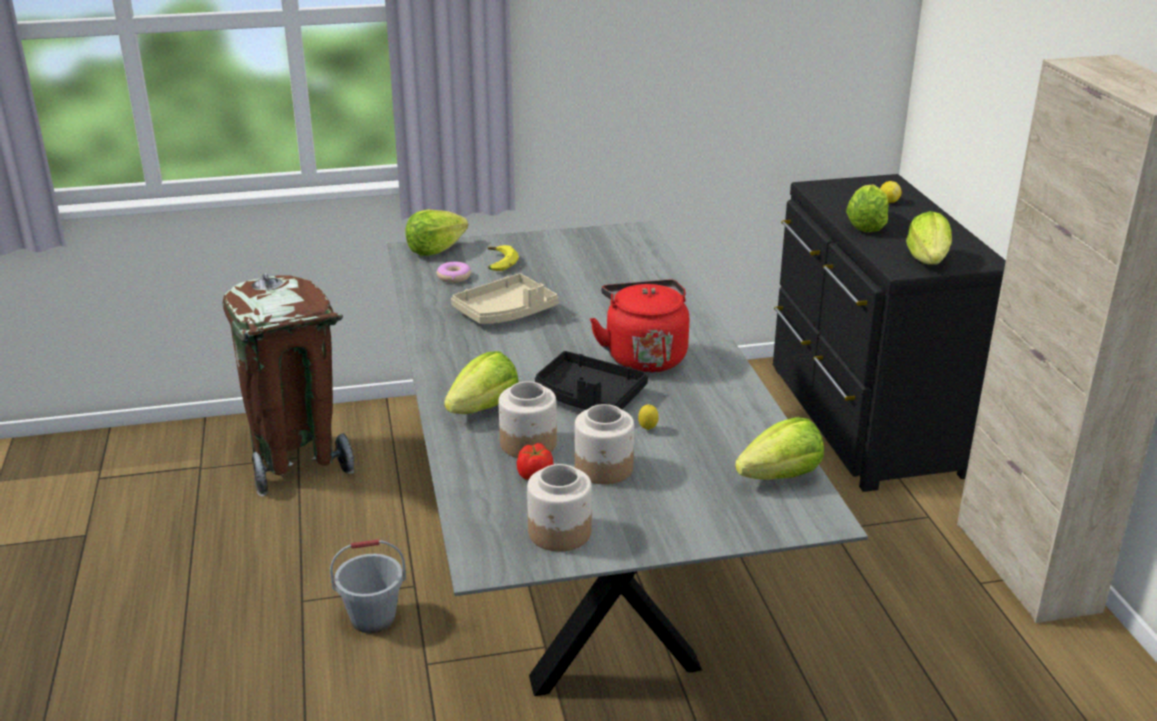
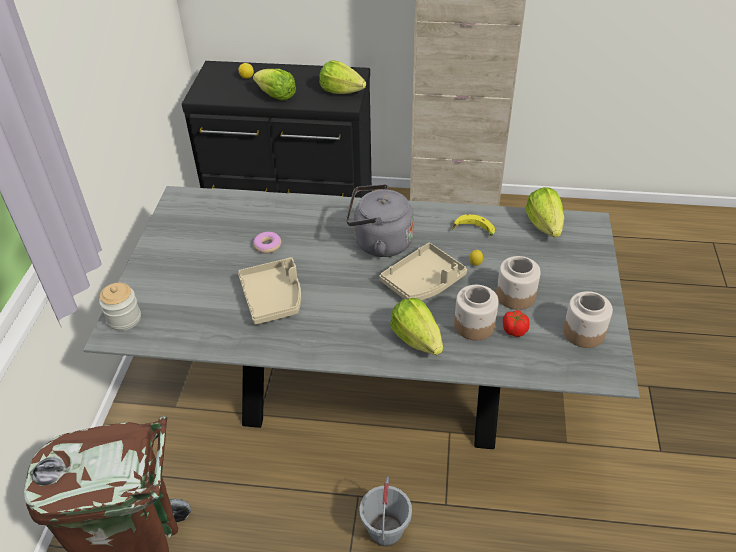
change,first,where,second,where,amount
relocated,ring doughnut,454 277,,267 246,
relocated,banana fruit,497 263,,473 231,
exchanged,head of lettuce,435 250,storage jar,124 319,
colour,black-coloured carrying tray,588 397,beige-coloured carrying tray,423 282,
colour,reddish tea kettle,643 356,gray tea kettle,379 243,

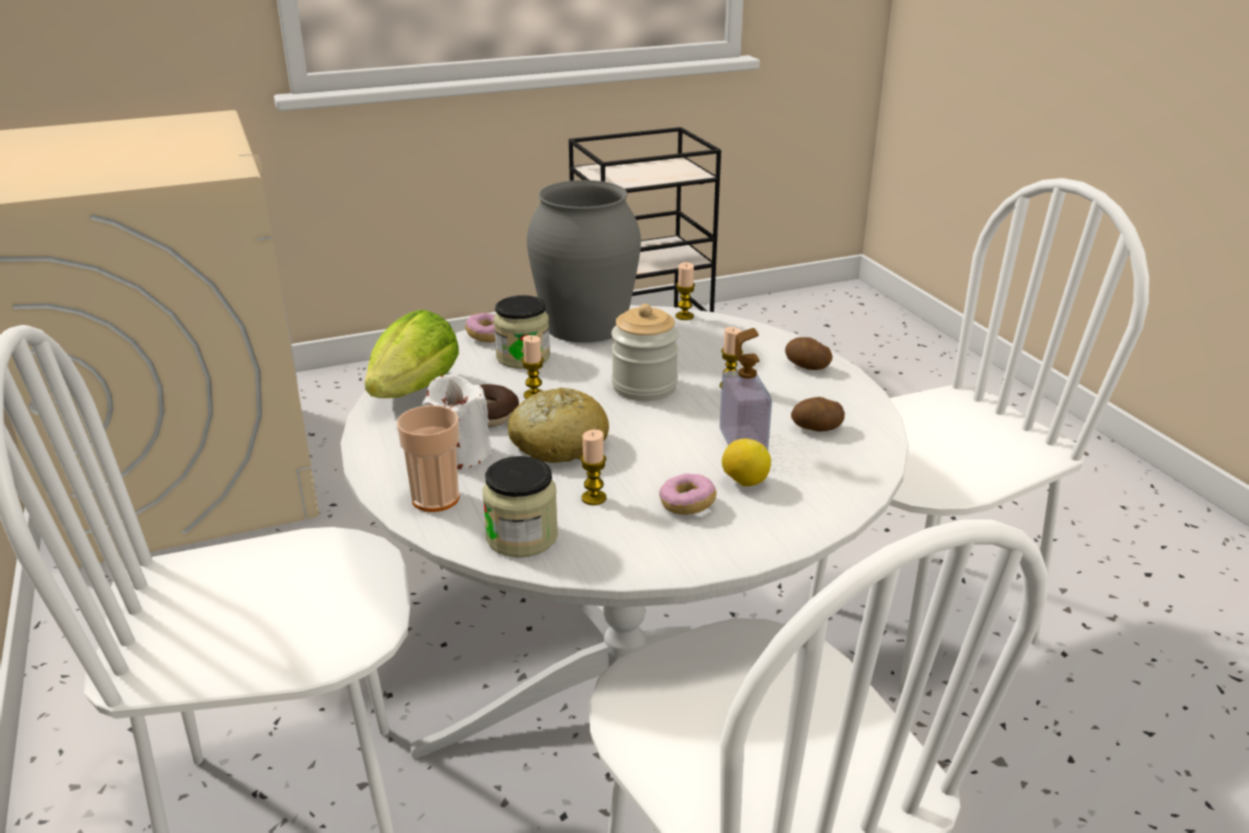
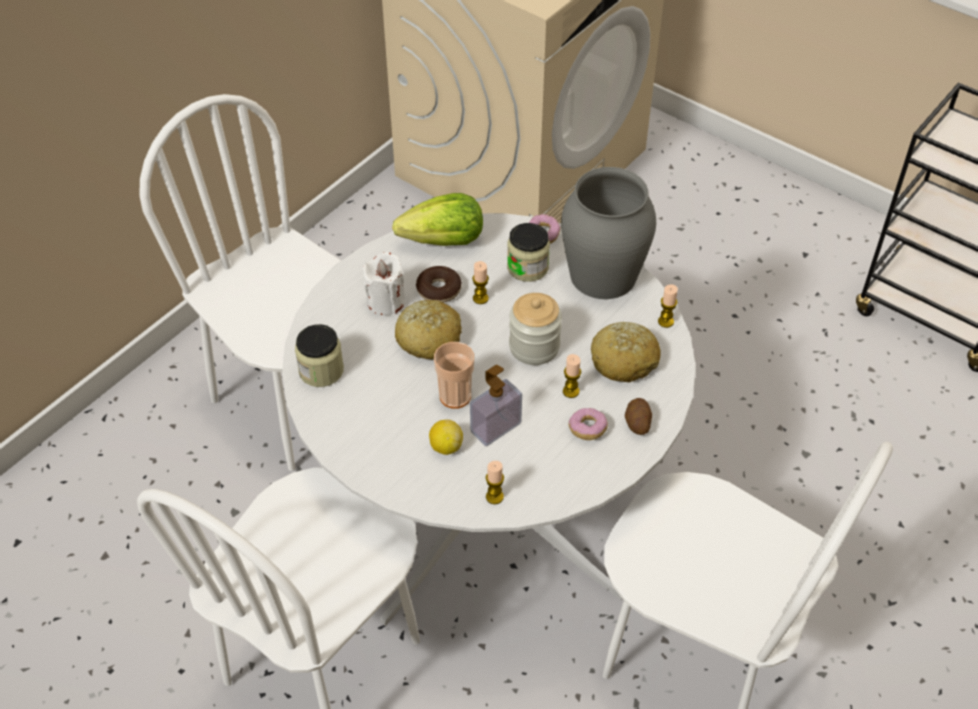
change,first,where,second,where,amount
missing,whole potato,817 428,,,
appeared,,,baked bread,624 360,
relocated,cup,435 498,,455 396,
relocated,candle,594 498,,494 496,
relocated,ring doughnut,687 505,,587 429,

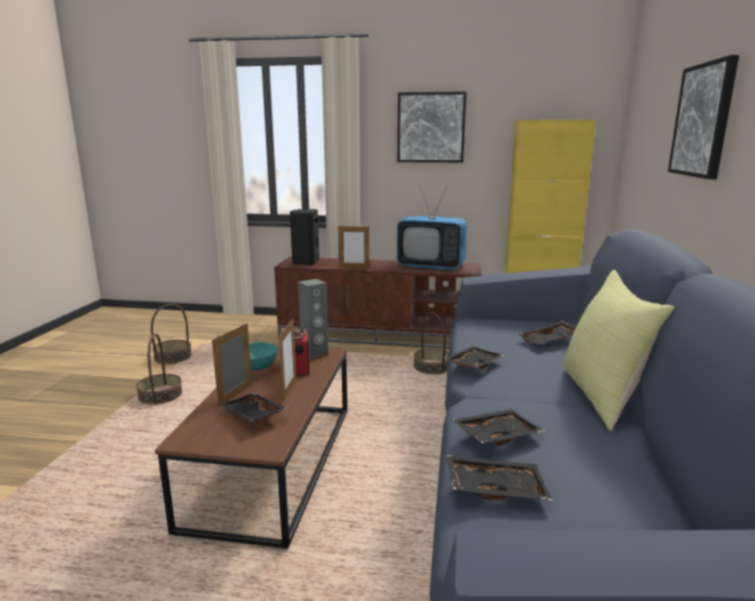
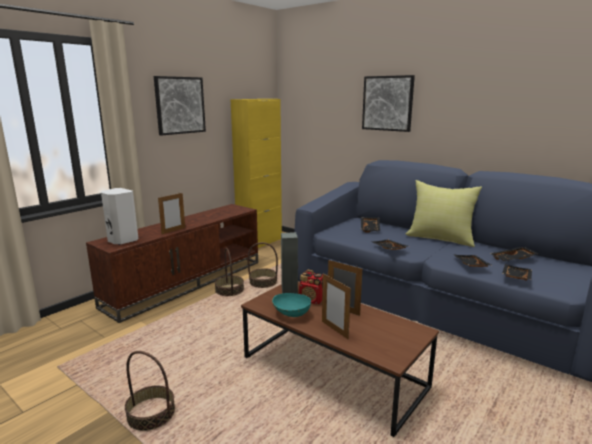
change,first,where,second,where,amount
missing,television,431 266,,,
relocated,basket,173 357,,229 290,
relocated,black-coloured carrying tray,251 415,,513 259,
colour,black-coloured loudspeaker,305 262,whitish loudspeaker,122 240,

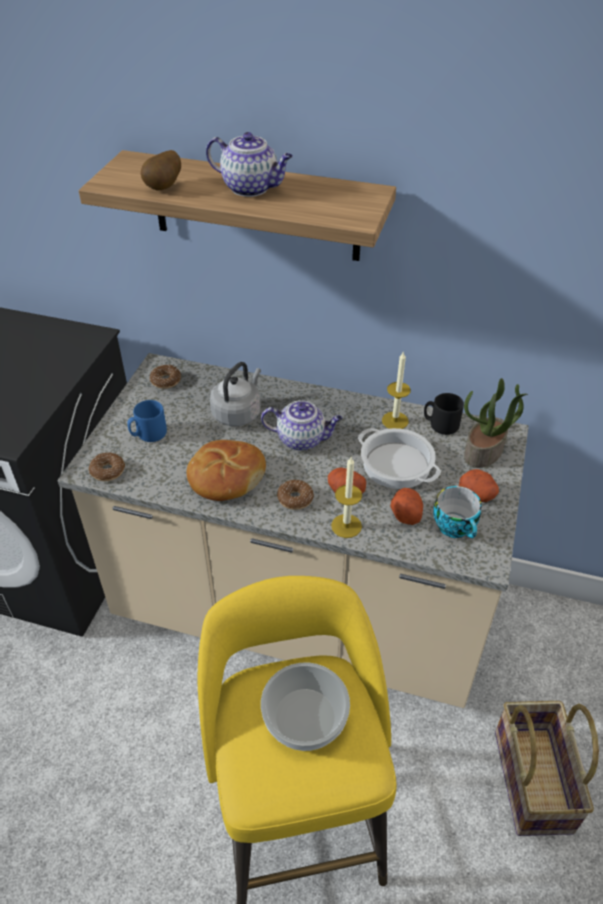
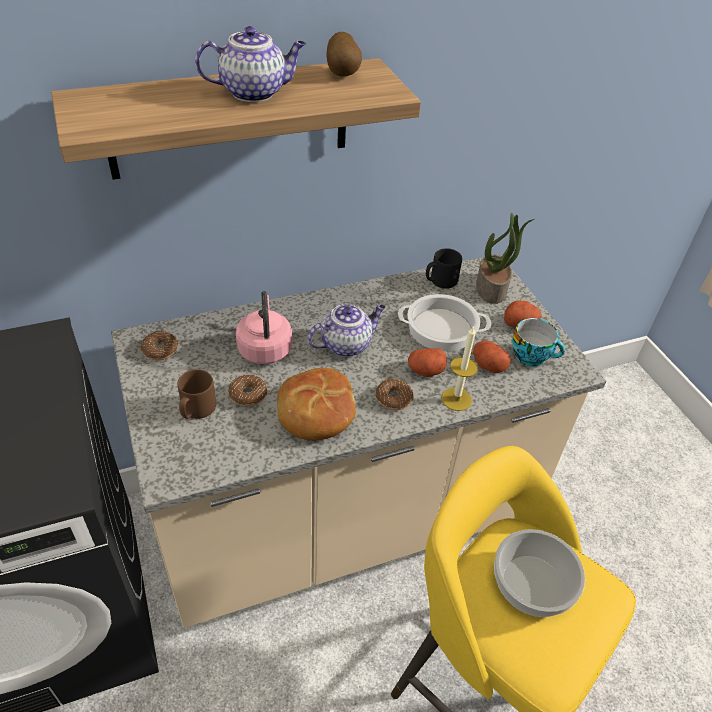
change,first,where,second,where,amount
missing,candle,395 420,,,
missing,basket,534 781,,,
relocated,ring doughnut,107 471,,248 395,
relocated,whole potato,165 188,,343 73,
colour,blue-coloured tea mug,148 434,brown-coloured tea mug,196 410,
colour,gray tea kettle,238 413,pinkish tea kettle,265 348,

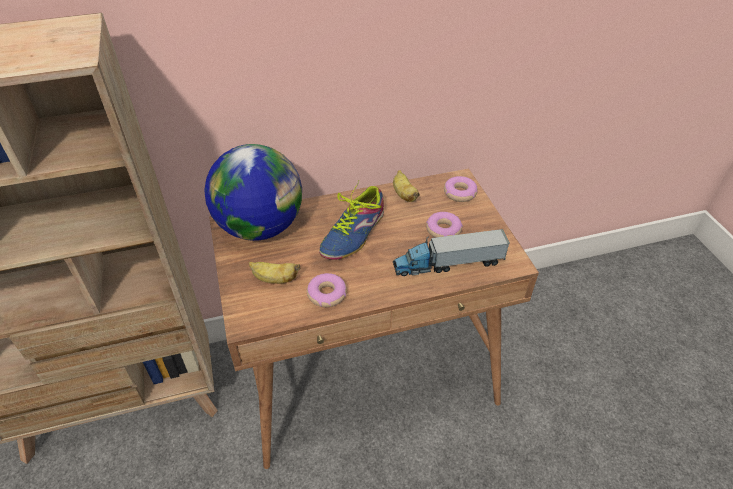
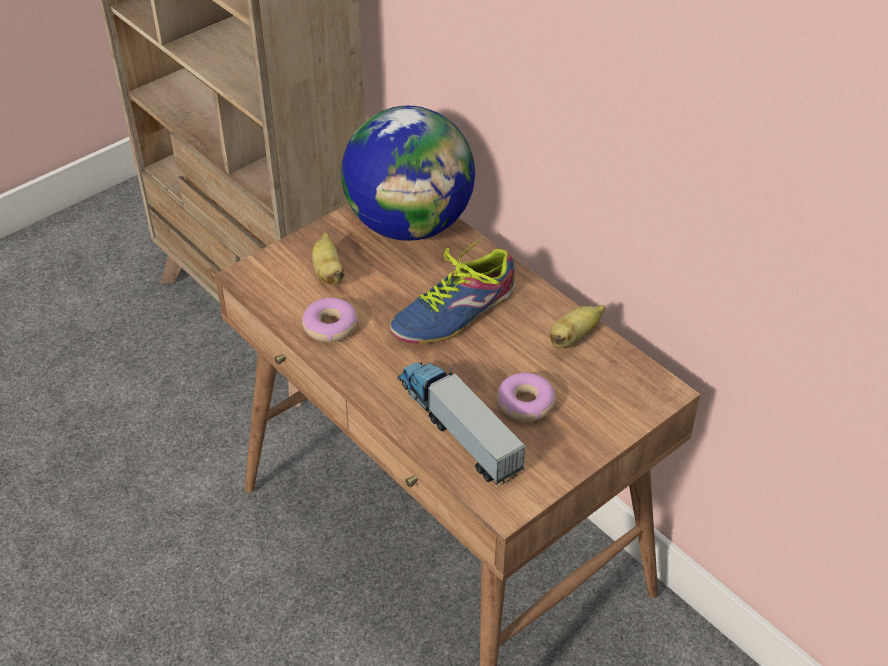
change,first,where,second,where,amount
missing,ring doughnut,460 193,,,
spun,shoe,354 233,,455 313,45 degrees counterclockwise

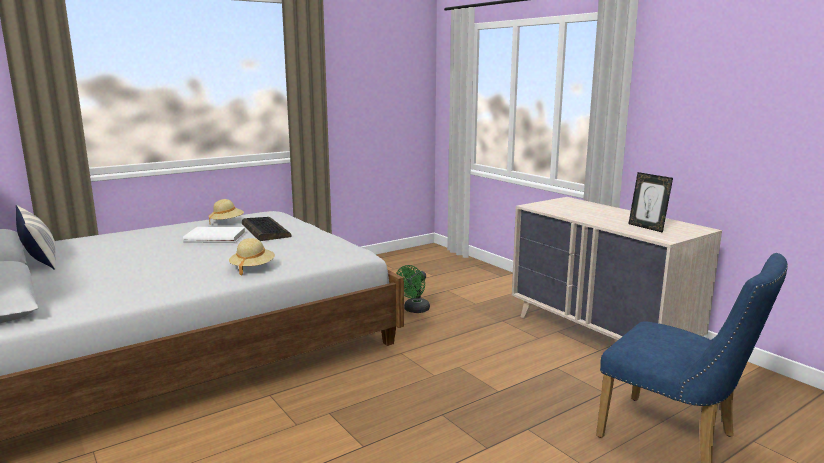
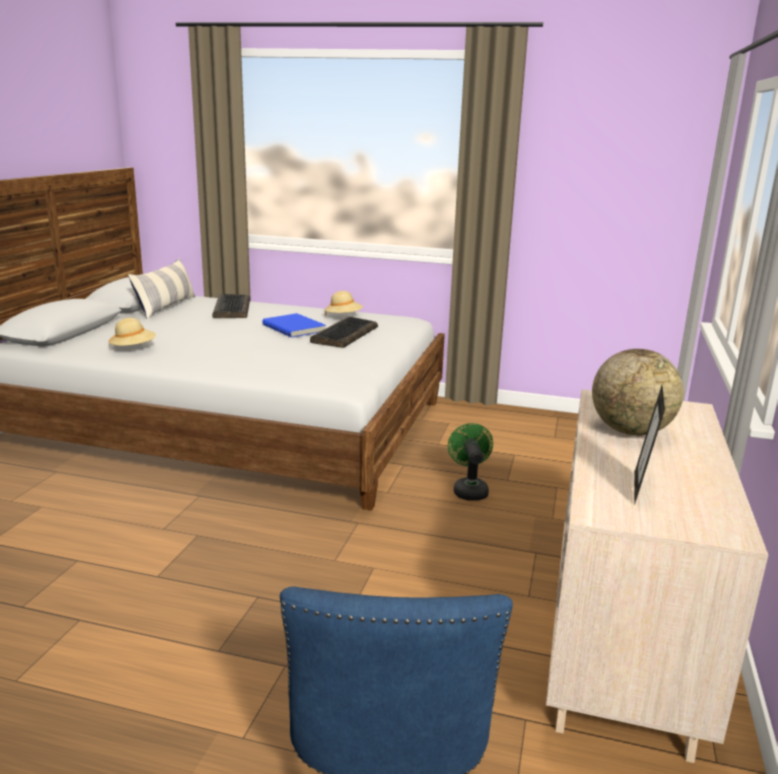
change,first,where,second,where,amount
appeared,,,PC keyboard,231 308,
appeared,,,globe,630 431,
relocated,beige-coloured wearable hat,252 268,,133 348,
colour,whitish bound book,215 237,blue-coloured bound book,295 328,
spun,green-coloured cooling fan,414 310,,469 490,90 degrees clockwise

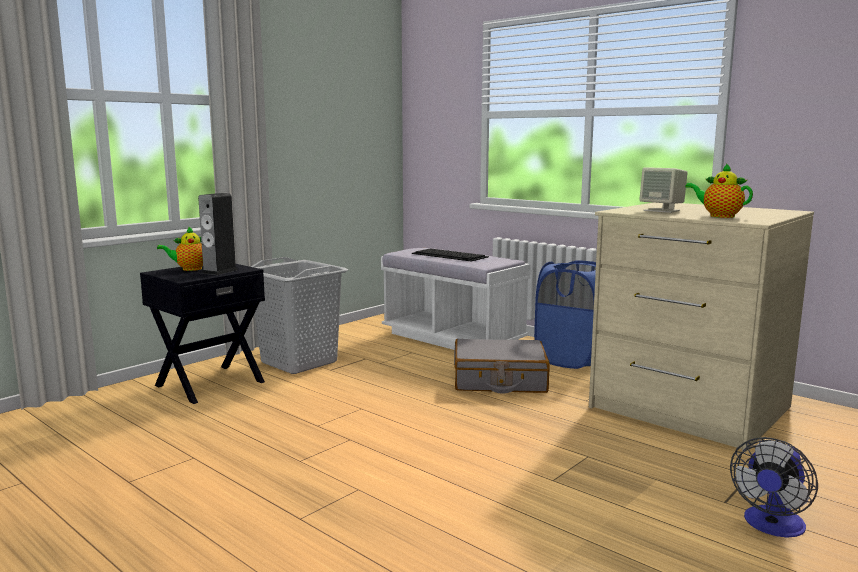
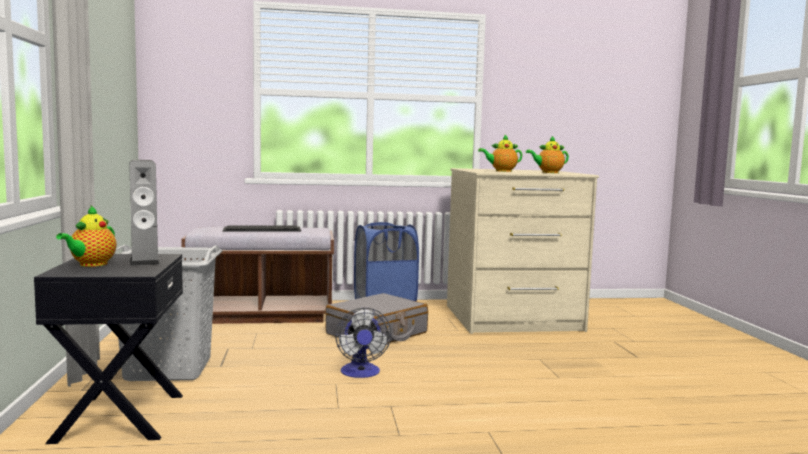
change,first,where,second,where,amount
relocated,cooling fan,771 526,,361 373,
exchanged,beige-coloured loudspeaker,662 210,tea pot,501 171,
colour,whitish long seat,453 338,brown-coloured long seat,261 315,

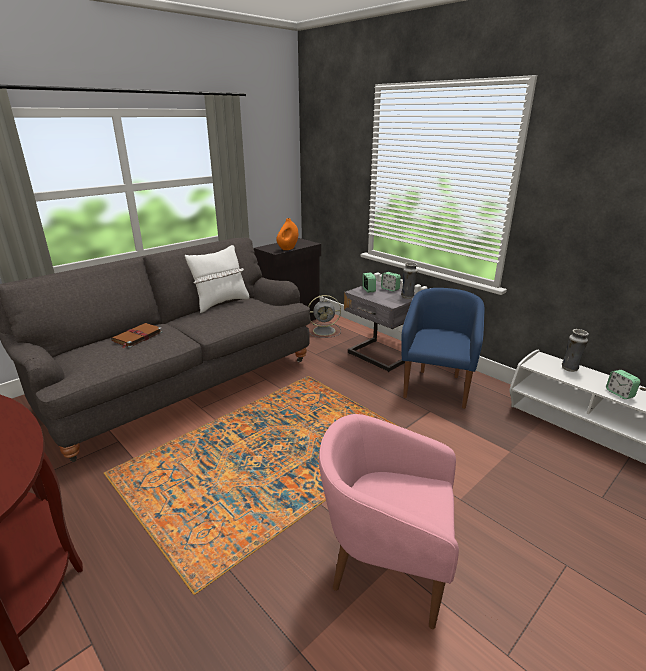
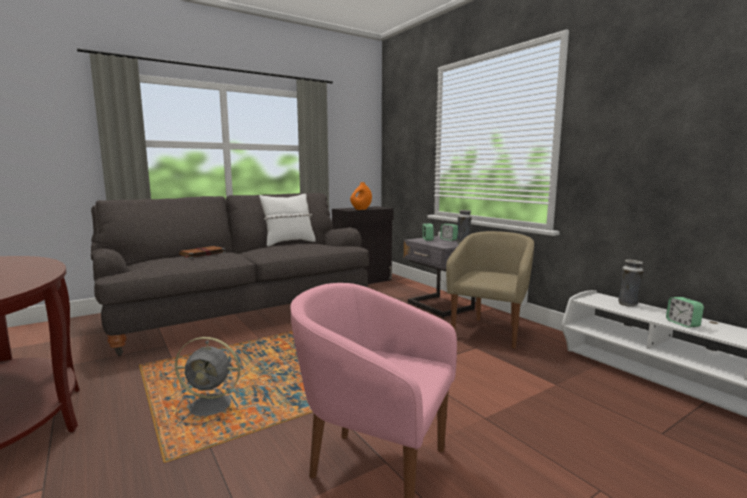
change,first,where,second,where,amount
relocated,gray cooling fan,325 330,,212 406,
colour,blue-coloured lounge chair,436 387,beige-coloured lounge chair,489 331,

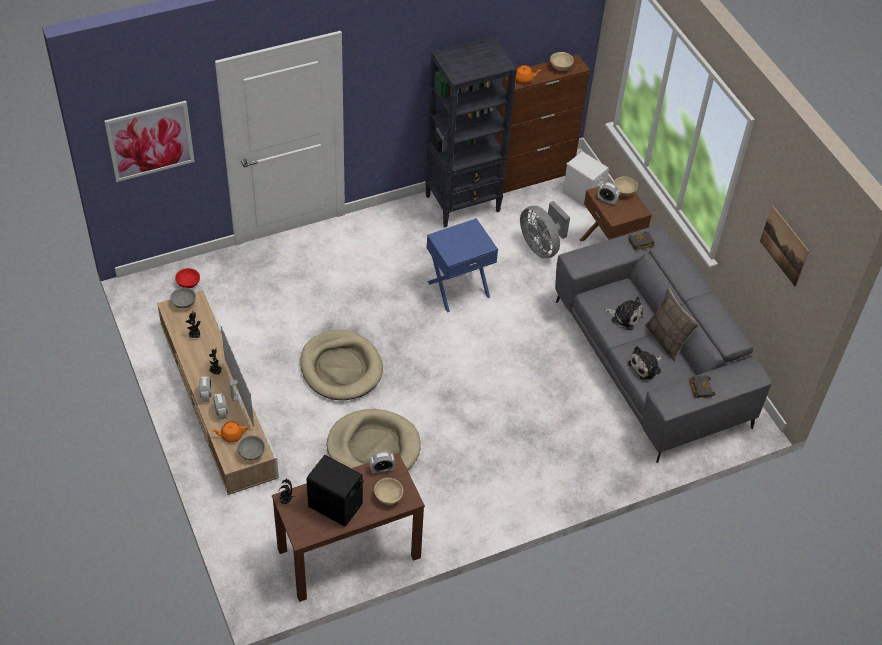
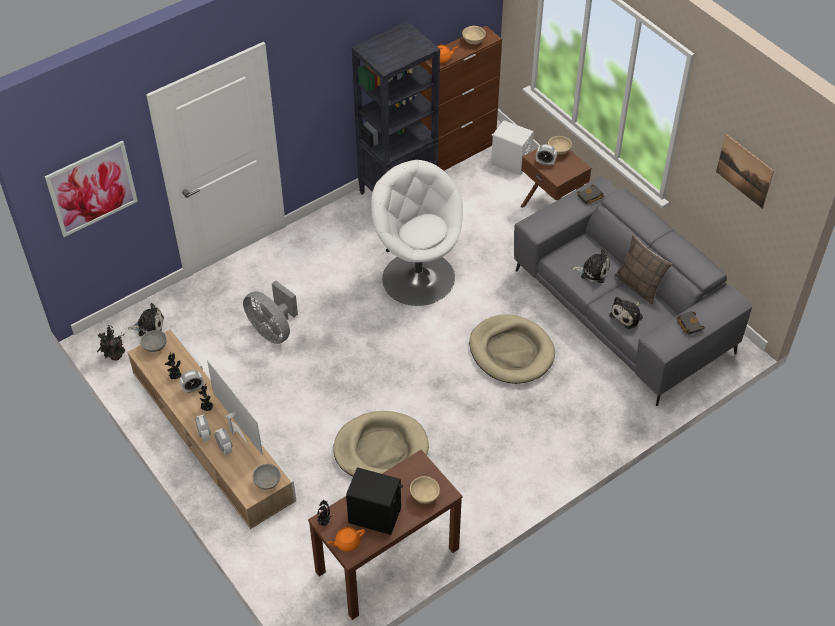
change,first,where,second,where,amount
appeared,,,houseplant,115 357,
relocated,orange tea pot,231 435,,347 543,
relocated,beige-coloured pet bed,341 368,,511 352,
relocated,bedside clock,382 470,,193 388,
relocated,gray cooling fan,541 246,,273 330,
exchanged,reddish bowl,188 283,cuddly toy,149 326,
exchanged,blue-coloured side table,458 288,whitish lounge chair,418 277,

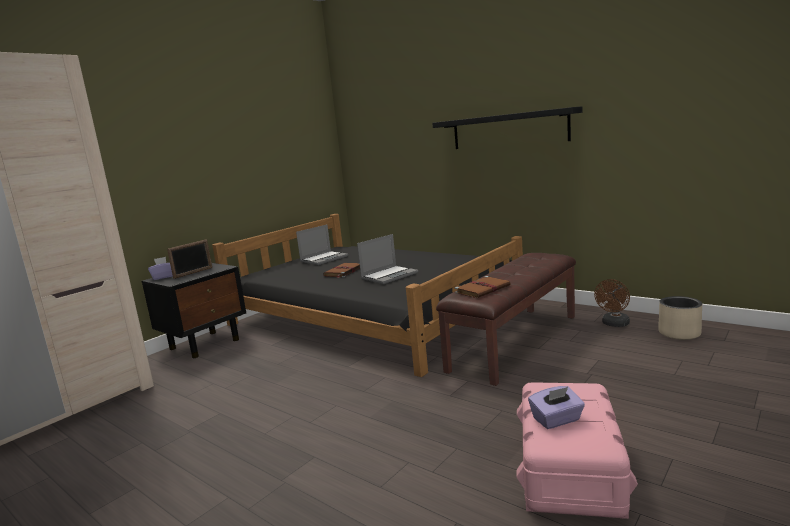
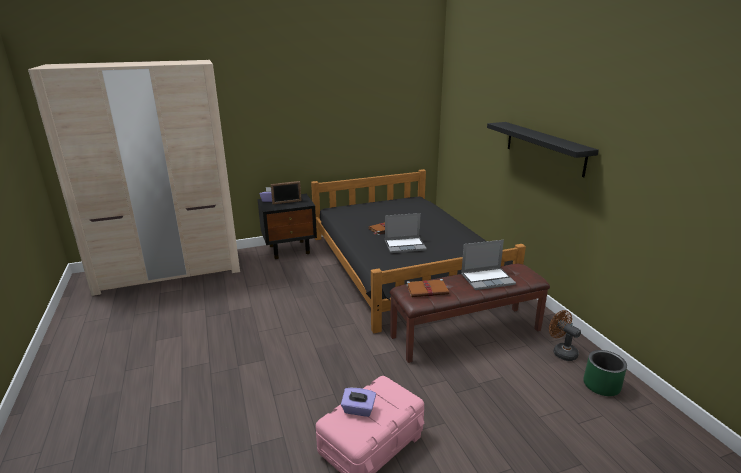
change,first,where,second,where,amount
relocated,laptop,324 259,,487 279,
colour,beige-coloured plant pot,679 333,green-coloured plant pot,602 385,
spun,brown-coloured cooling fan,614 324,,561 352,75 degrees clockwise

